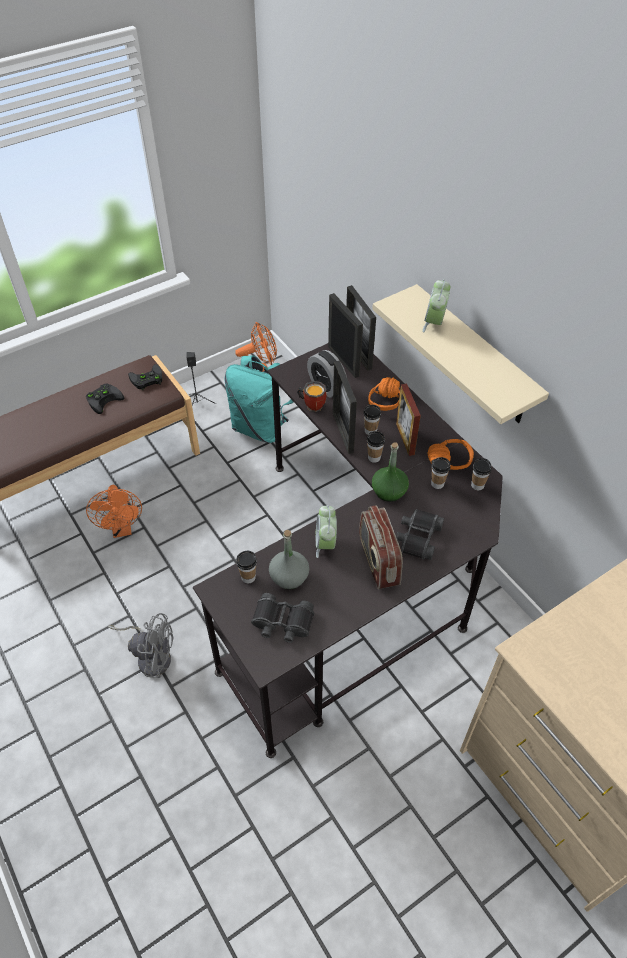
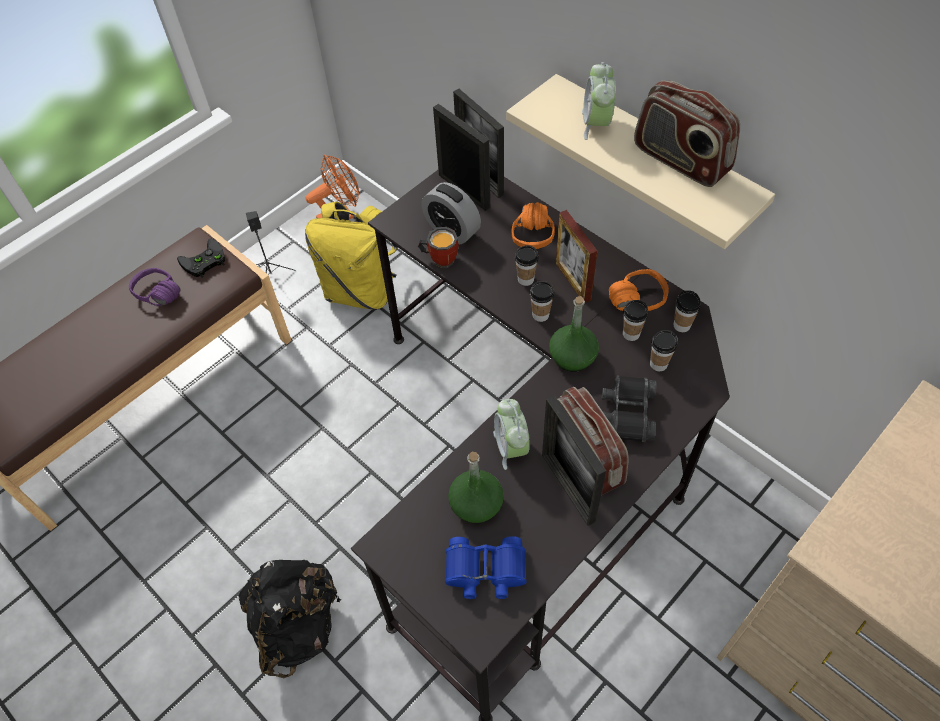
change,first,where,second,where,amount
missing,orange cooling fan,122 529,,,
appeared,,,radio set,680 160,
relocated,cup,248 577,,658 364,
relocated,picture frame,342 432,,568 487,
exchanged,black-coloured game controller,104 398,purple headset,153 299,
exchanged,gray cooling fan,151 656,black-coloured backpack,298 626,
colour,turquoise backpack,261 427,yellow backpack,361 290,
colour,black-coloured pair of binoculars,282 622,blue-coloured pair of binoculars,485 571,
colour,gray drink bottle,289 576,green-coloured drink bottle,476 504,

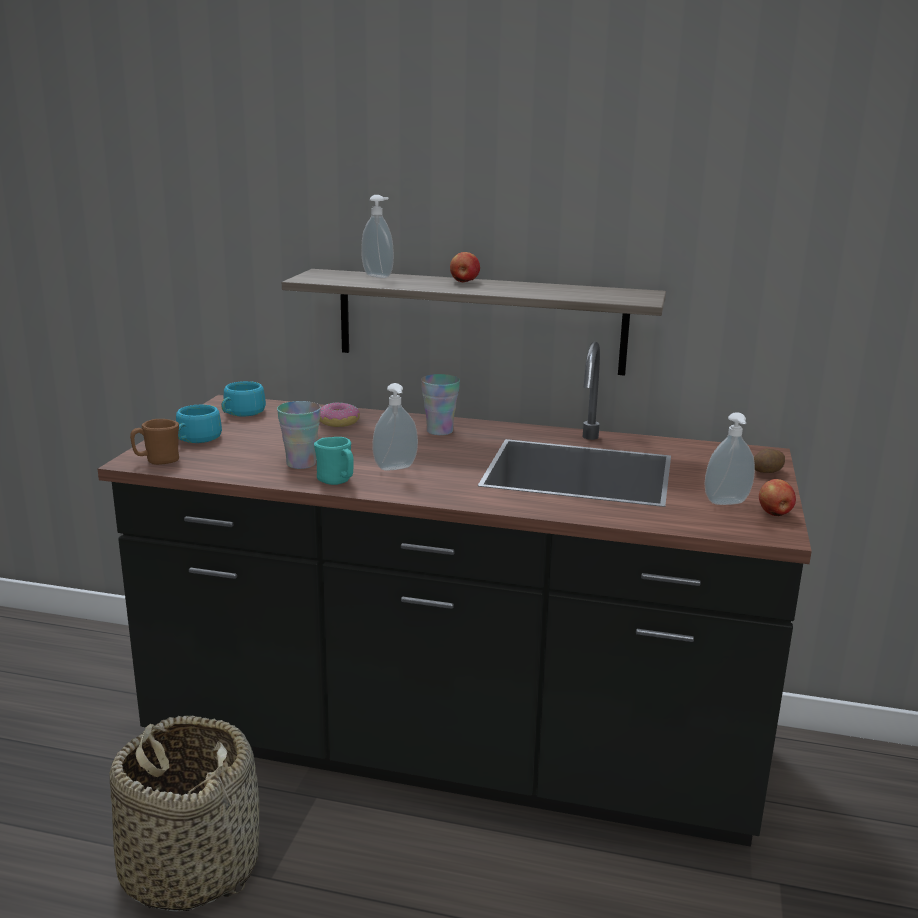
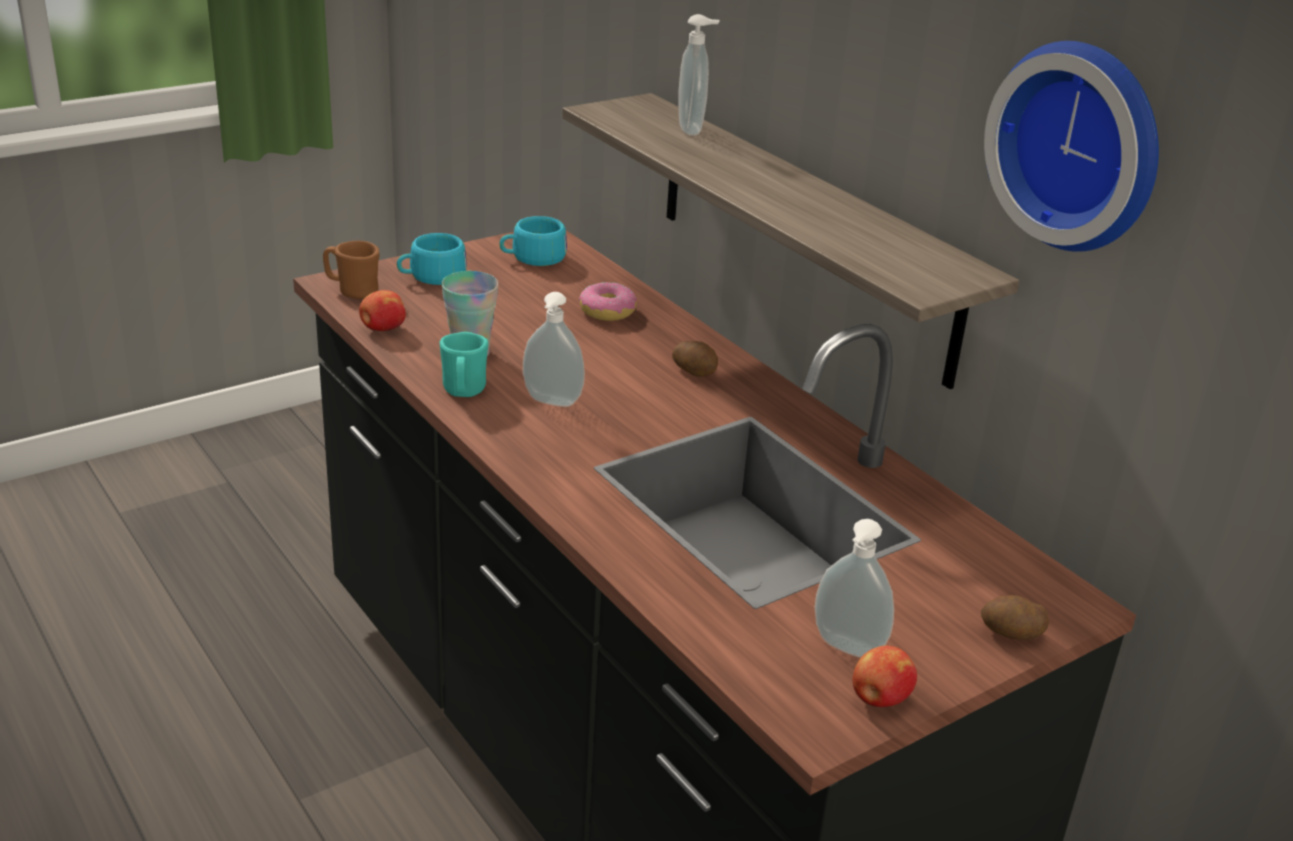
change,first,where,second,where,amount
missing,basket,190 866,,,
appeared,,,wall clock,1082 144,
relocated,apple,464 282,,382 329,
exchanged,cup,439 431,whole potato,695 371,

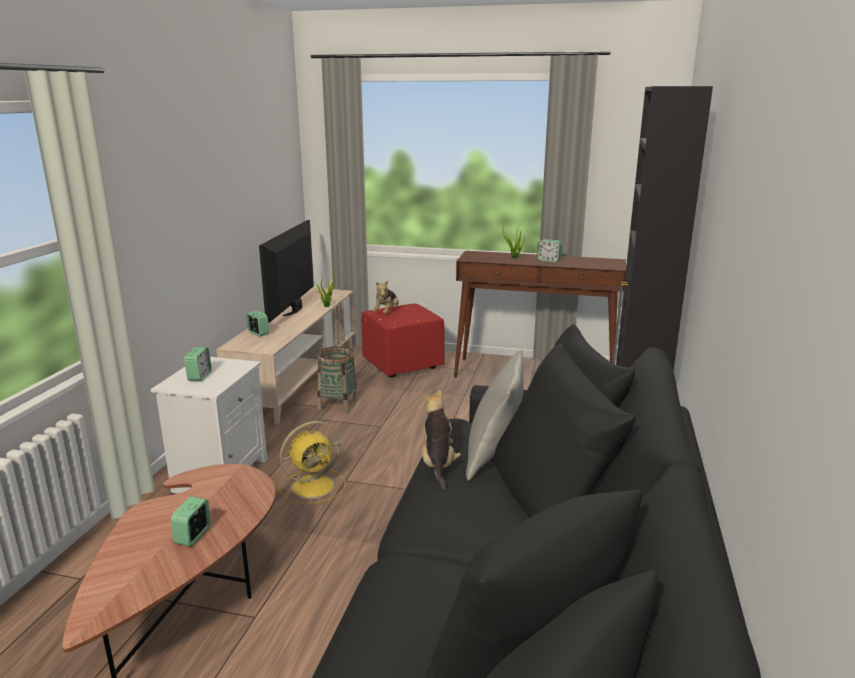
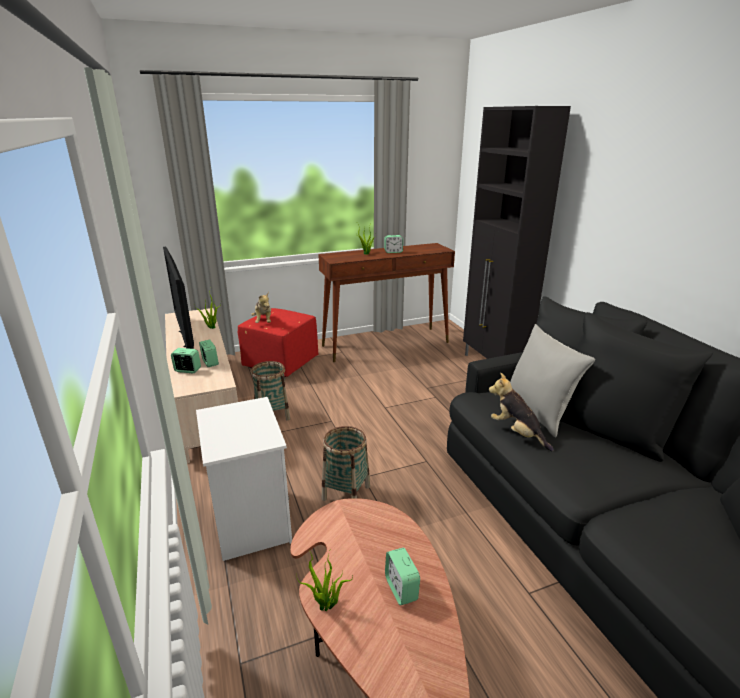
change,first,where,second,where,amount
appeared,,,houseplant,326 607,
relocated,bedside clock,199 376,,210 363,
exchanged,yellow cooling fan,315 486,basket,346 492,

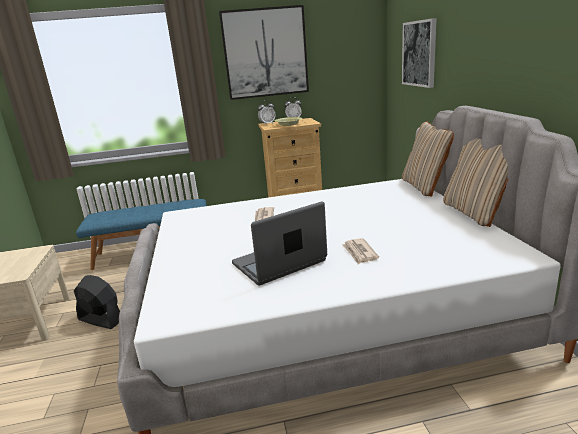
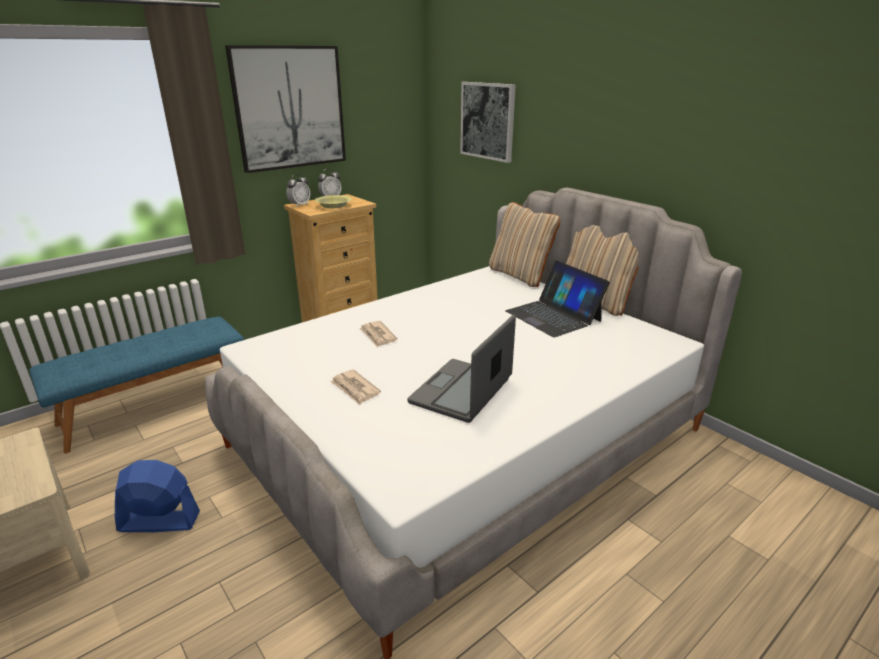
change,first,where,second,where,amount
appeared,,,laptop,553 316,
relocated,daily paper,359 253,,355 389,
colour,black-coloured cooling fan,101 319,blue-coloured cooling fan,159 521,

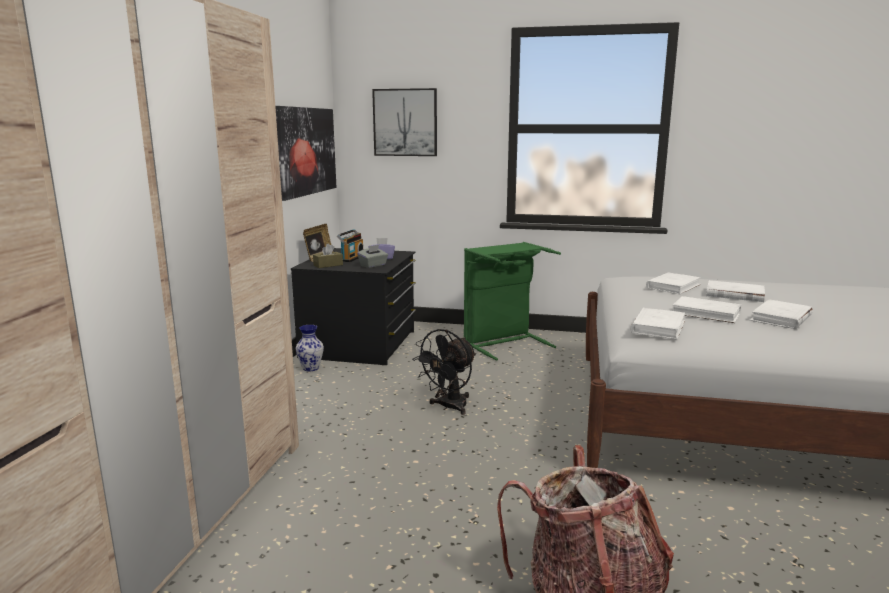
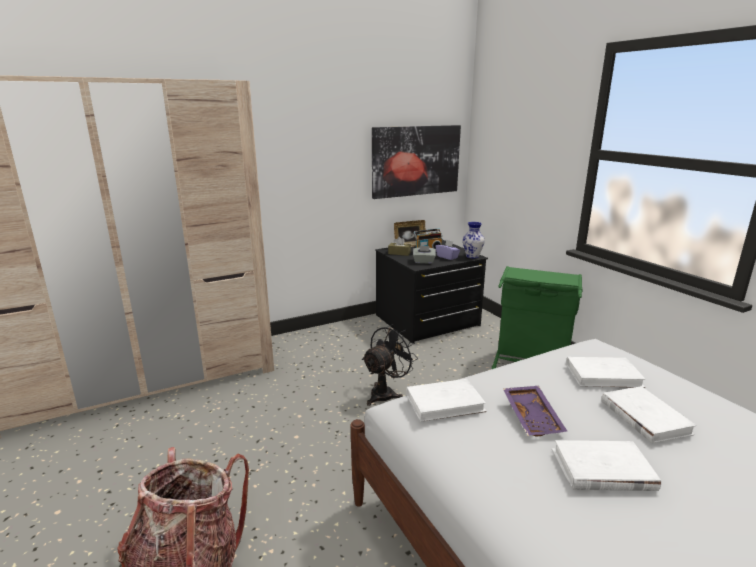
change,first,where,second,where,amount
missing,wall art,405 122,,,
relocated,flower vase,311 368,,472 256,
exchanged,whitish bound book,706 313,purple carrying tray,533 417,
spun,black-coloured cooling fan,449 407,,386 393,135 degrees clockwise

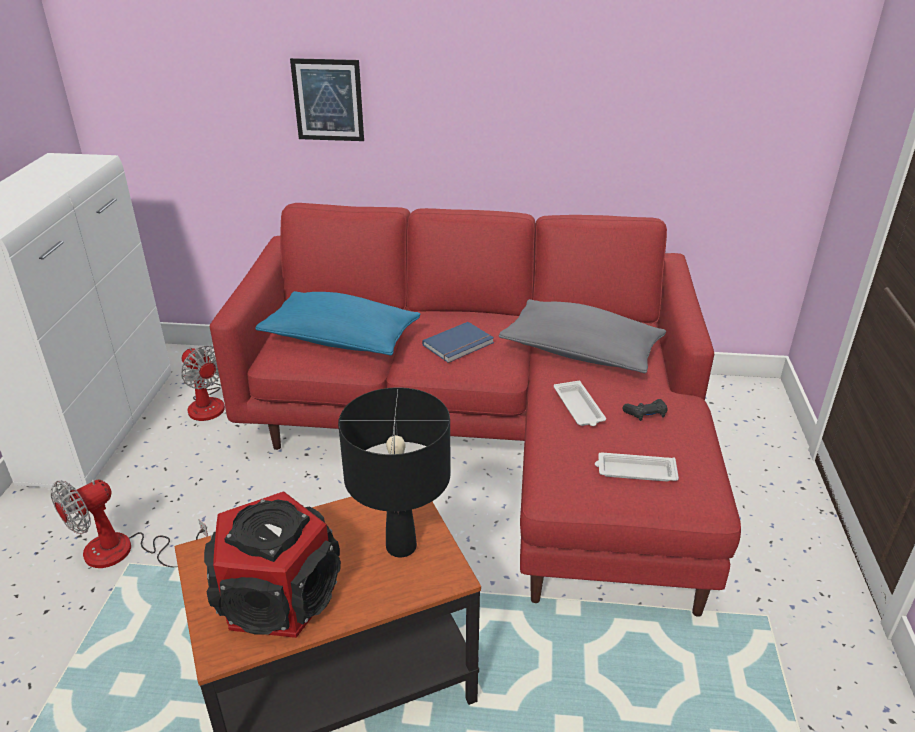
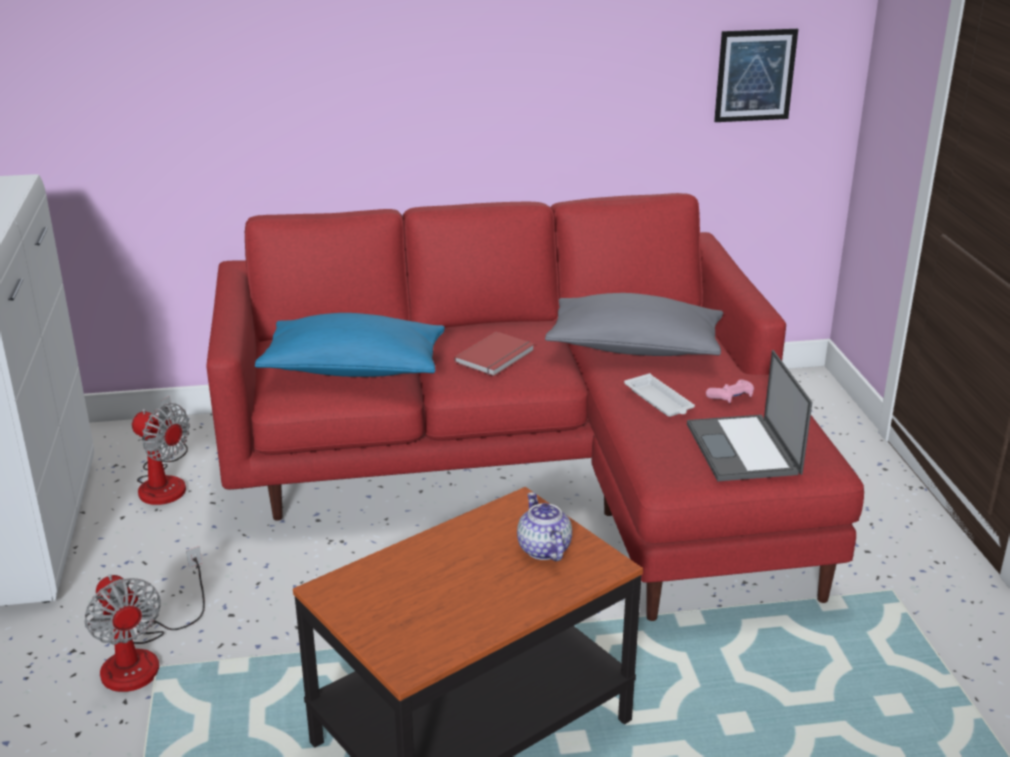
change,first,where,second,where,amount
missing,loudspeaker,277 596,,,
relocated,wall art,328 100,,755 75,
exchanged,black-coloured table lamp,401 547,tea pot,543 549,
exchanged,whitish carrying tray,634 471,laptop,744 449,
colour,blue-coloured bound book,459 345,reddish bound book,497 357,
colour,black-coloured game controller,646 414,pinkish game controller,731 397,
spun,cooling fan,124 552,,143 657,60 degrees counterclockwise

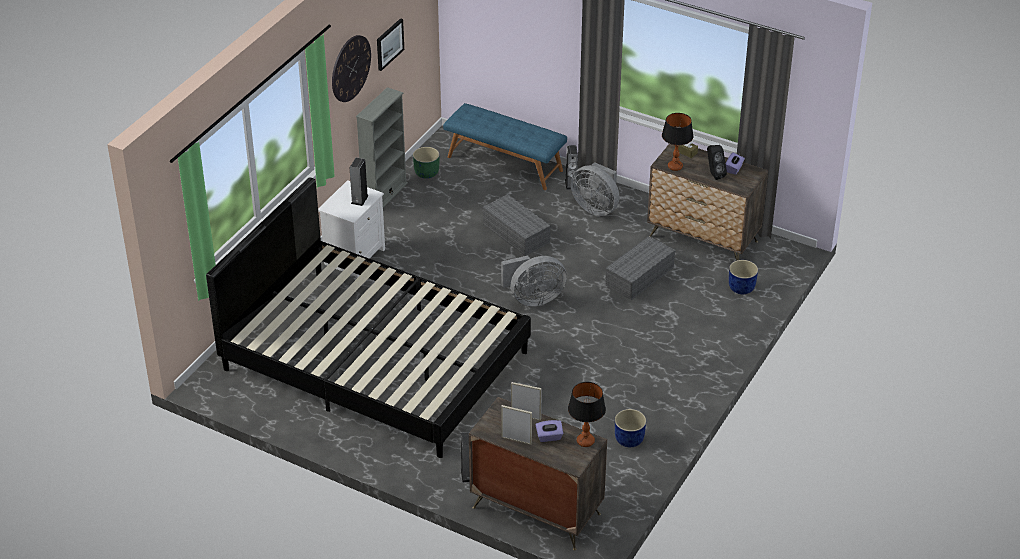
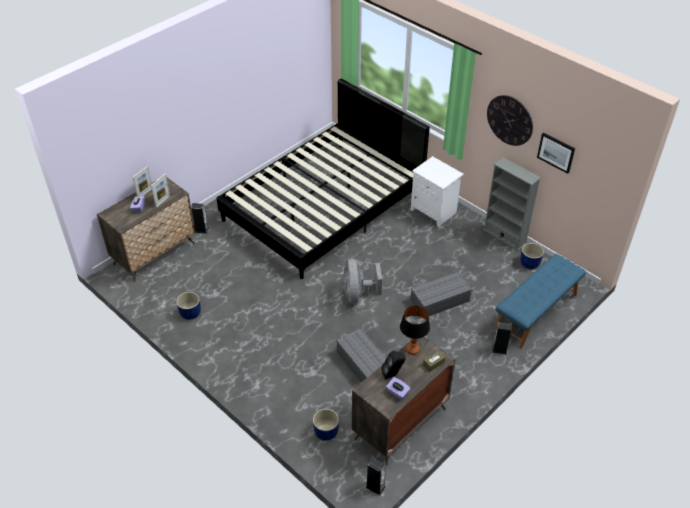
change,first,where,second,where,amount
missing,table lamp,585 441,,,
missing,gray cooling fan,596 207,,,
relocated,loudspeaker,359 199,,375 486,
colour,green-coloured plant pot,426 173,blue-coloured plant pot,529 263,

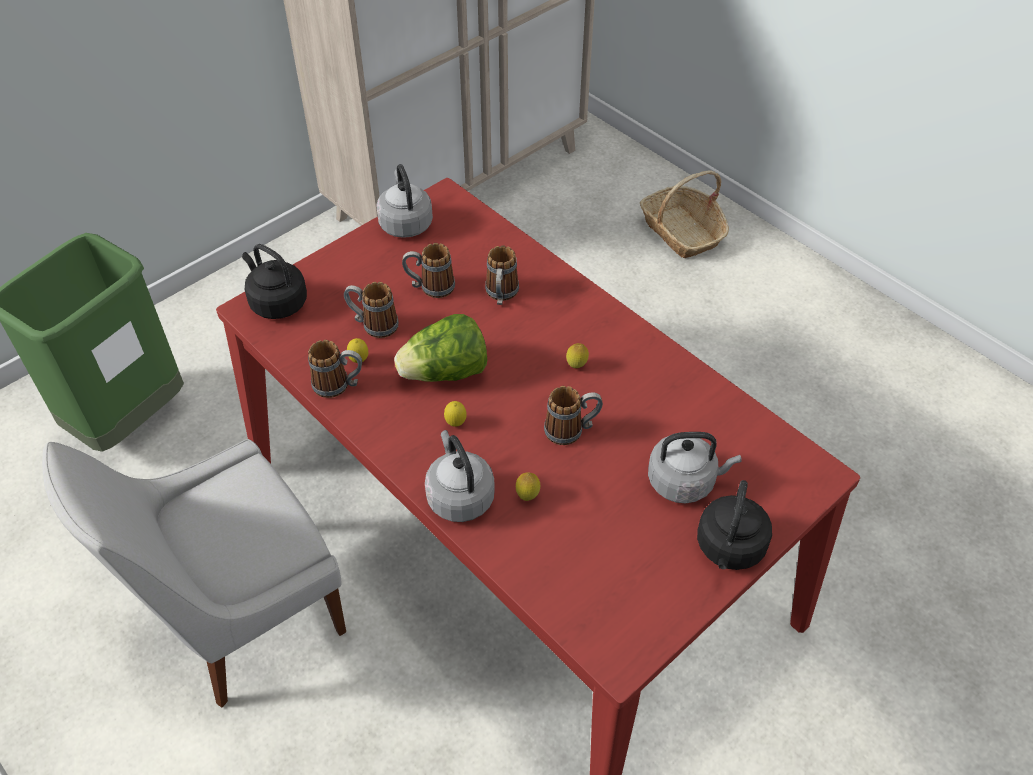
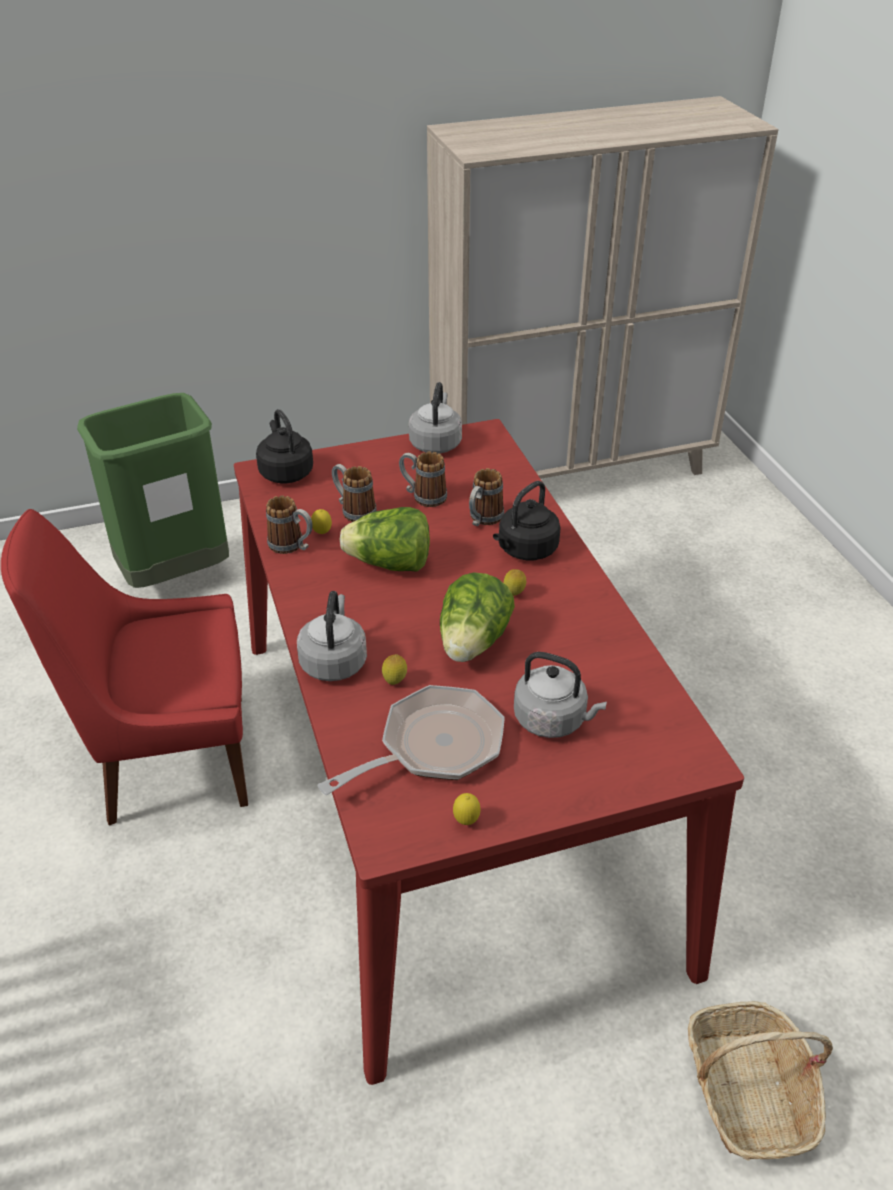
change,first,where,second,where,amount
appeared,,,pan,433 747,
relocated,lemon,456 424,,466 821,
relocated,basket,682 232,,748 1092,
relocated,black-coloured tea kettle,729 549,,525 550,
exchanged,tea mug,571 430,head of lettuce,473 643,
colour,whitish upright chair,241 616,reddish upright chair,170 759,

